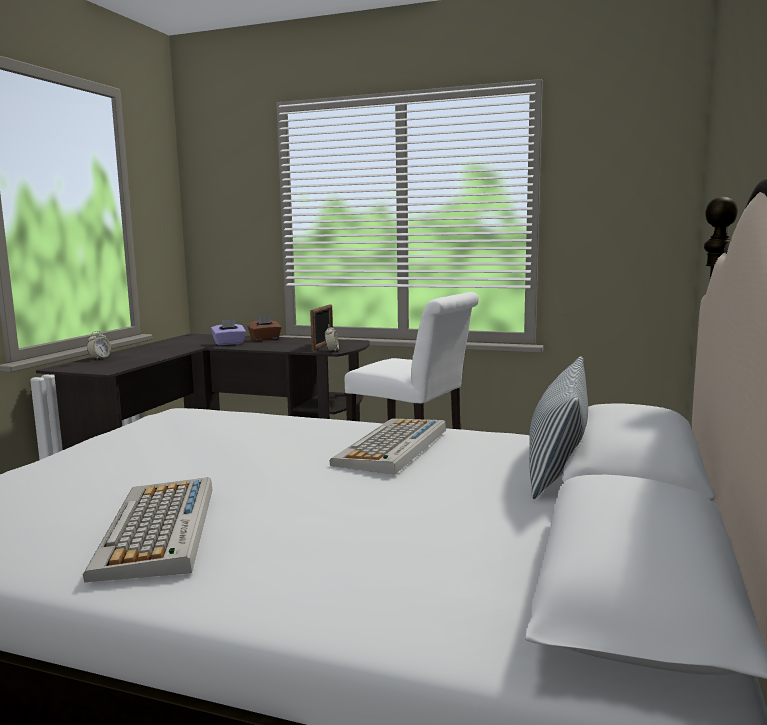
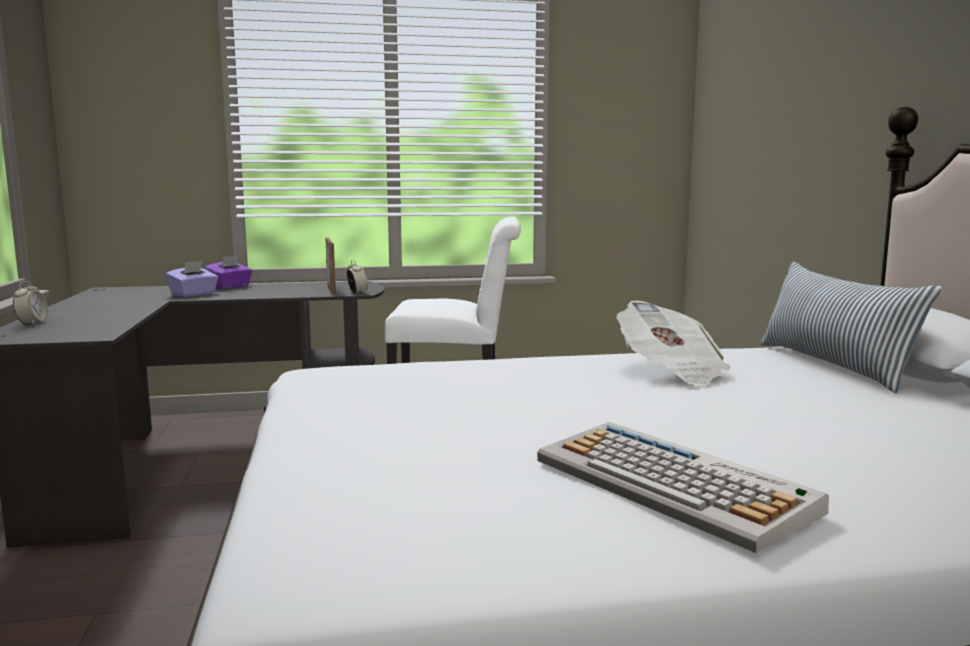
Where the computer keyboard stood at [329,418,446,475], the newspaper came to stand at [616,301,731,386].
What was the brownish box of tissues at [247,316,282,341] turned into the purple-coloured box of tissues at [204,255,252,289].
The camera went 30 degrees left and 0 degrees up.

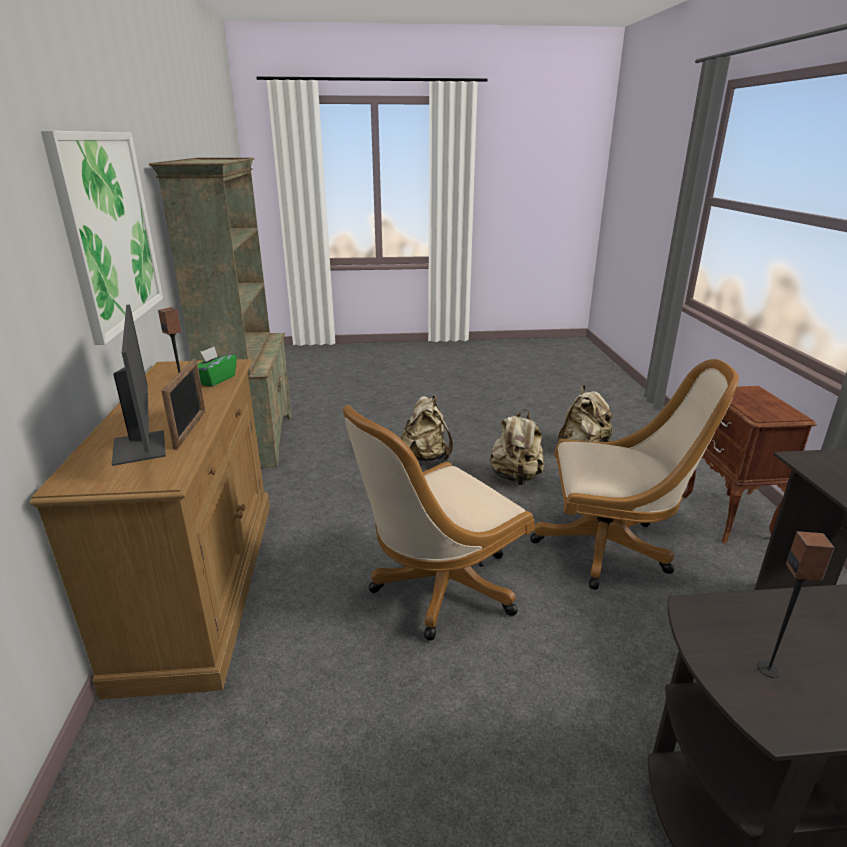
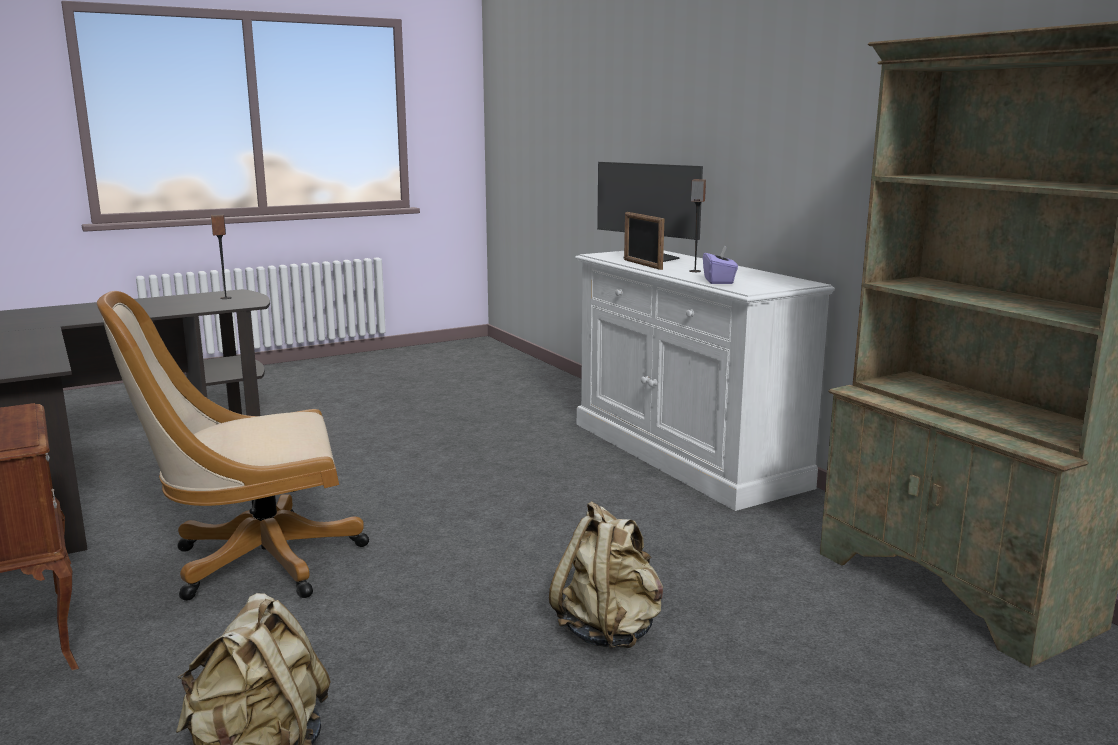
The second view lost the wall art at [41,131,163,345].
The second view lost the office chair at [343,405,535,641].
The second view lost the sand-coloured backpack at [490,409,544,485].
What was the brownish storage cabinet at [30,359,270,700] turned into the whitish storage cabinet at [575,251,835,511].
What was the green-coloured box of tissues at [198,347,237,387] turned into the purple-coloured box of tissues at [703,245,738,284].
The camera went 155 degrees right and 10 degrees down.

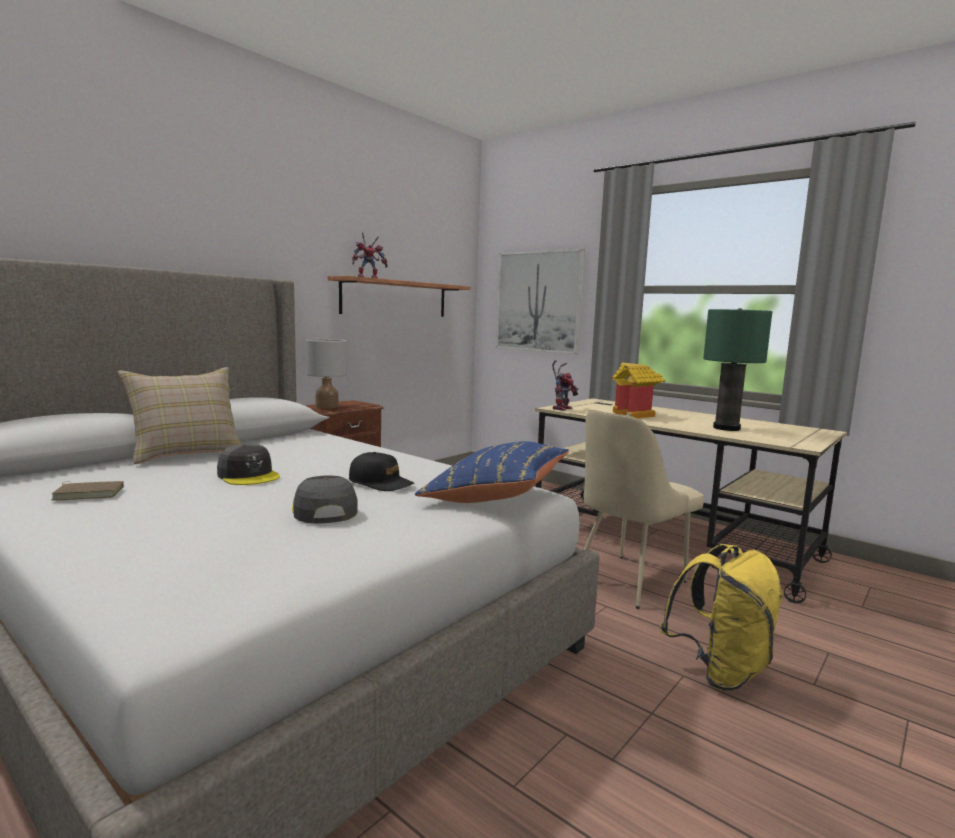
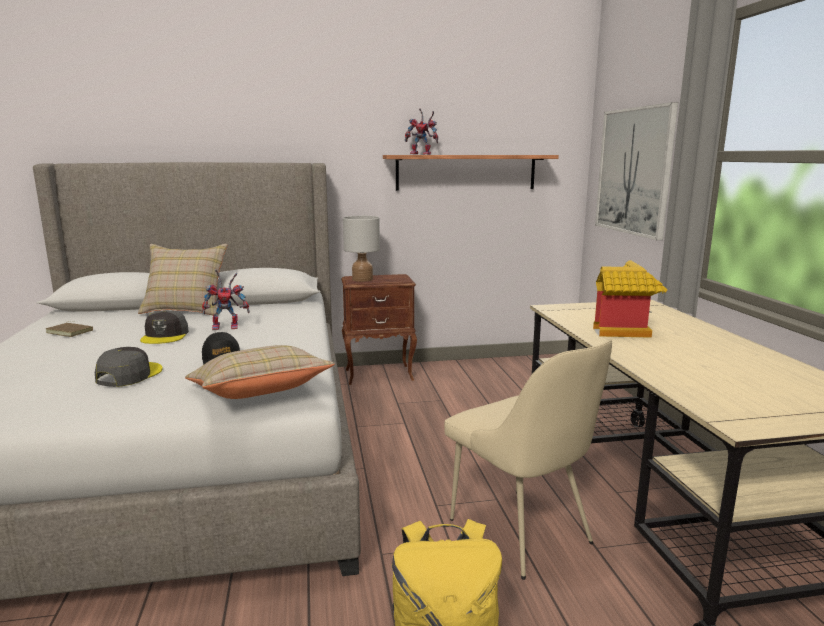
The second view lost the green-coloured lamp for a table at [703,308,772,431].
The toy robot ended up elsewhere, having gone from [552,360,578,411] to [202,269,250,330].
What was the blue-coloured throw pillow at [415,441,569,503] turned into the sand-coloured throw pillow at [185,345,335,399].
The sand-coloured upright chair at [584,410,704,609] ended up facing another way, 120 degrees counterclockwise from before.
The camera went 40 degrees right and 5 degrees up.

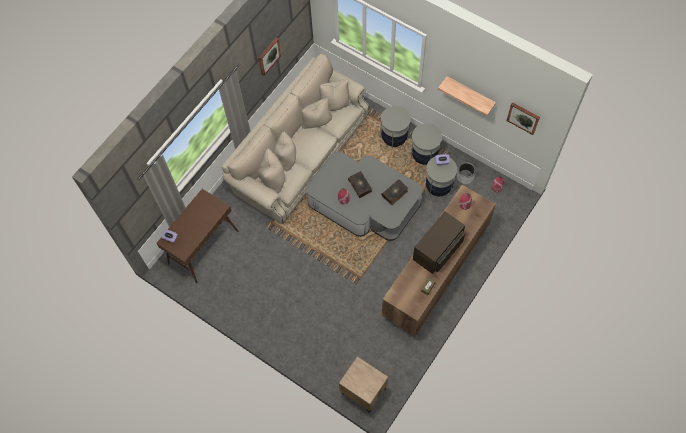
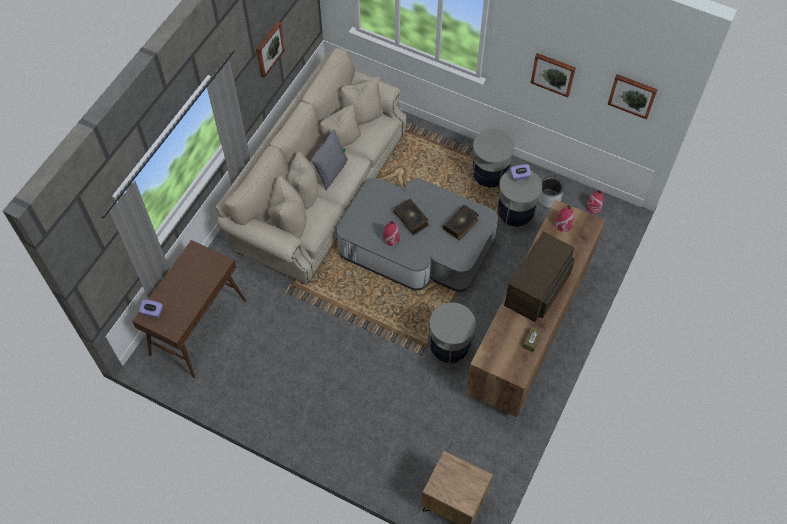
The second view gained the gray throw pillow at [311,129,348,190].
The gray side table ended up elsewhere, having gone from [381,106,411,149] to [428,303,476,366].
Where the wall shelf hung at [438,76,496,116], the wall art came to hang at [531,53,576,97].
The camera went 10 degrees left and 5 degrees down.

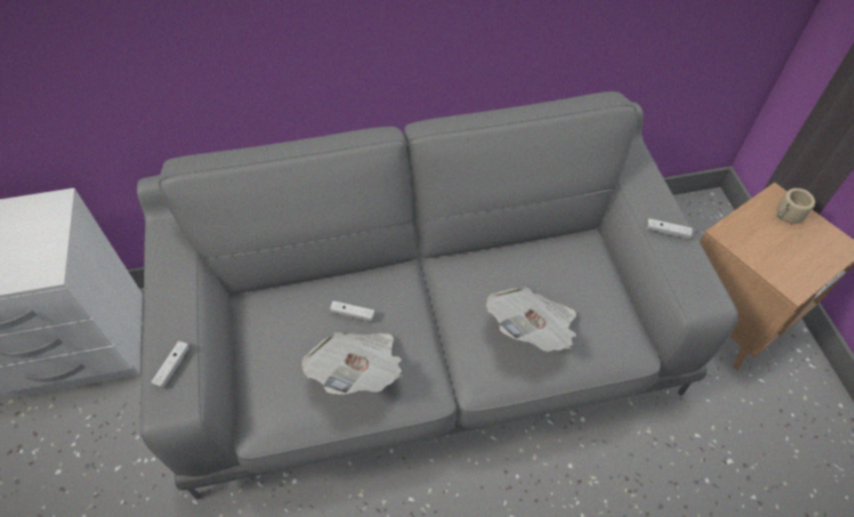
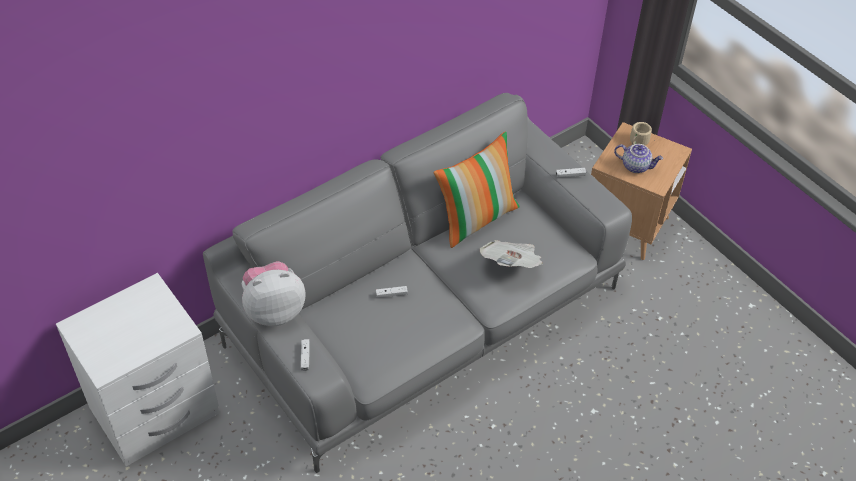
The second view lost the newspaper at [302,332,403,395].
The second view gained the soft toy at [242,261,305,326].
The second view gained the throw pillow at [434,131,520,248].
The second view gained the pot for tea at [614,144,663,173].
The camera went 25 degrees left and 5 degrees down.

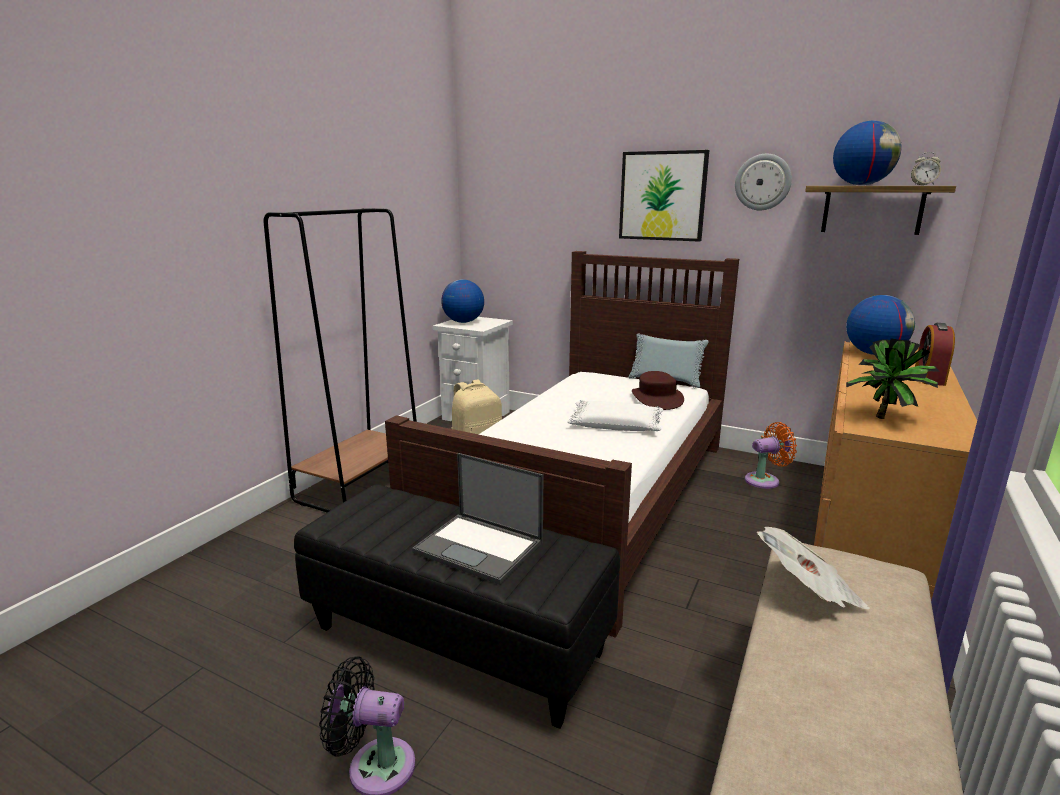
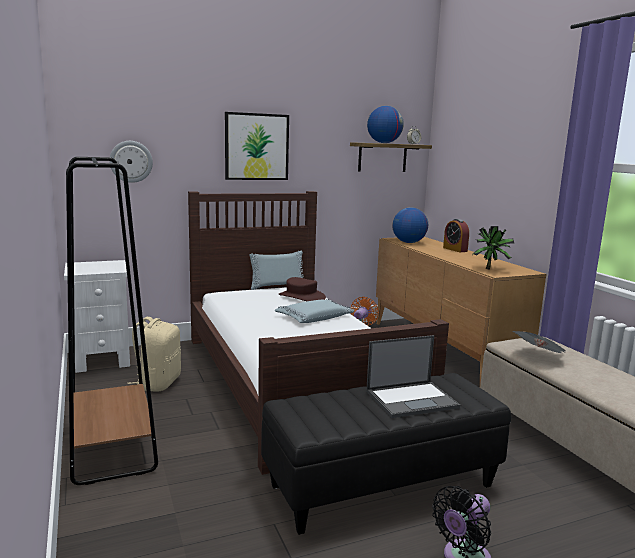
The second view lost the globe at [441,279,484,323].
The clock on the wall ended up elsewhere, having gone from [735,154,792,210] to [109,141,153,183].
What was the whitish throw pillow at [567,400,663,431] turned into the blue-coloured throw pillow at [275,299,354,323].
The camera went 50 degrees left and 5 degrees down.

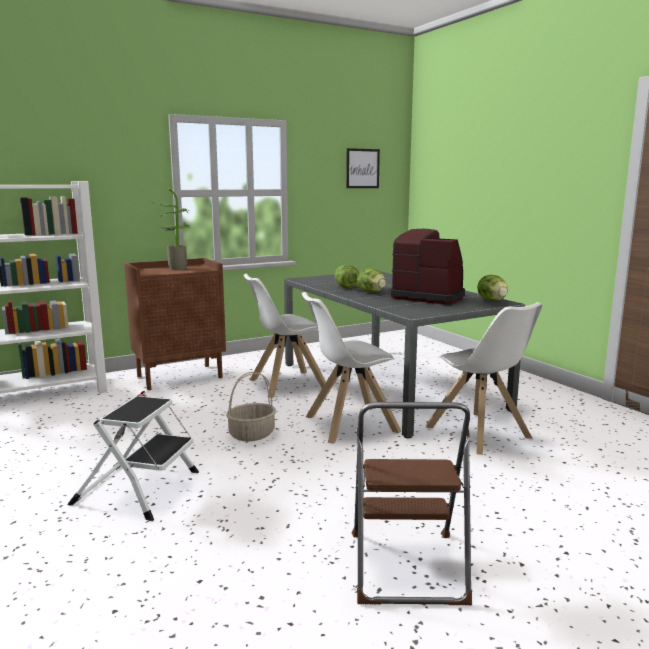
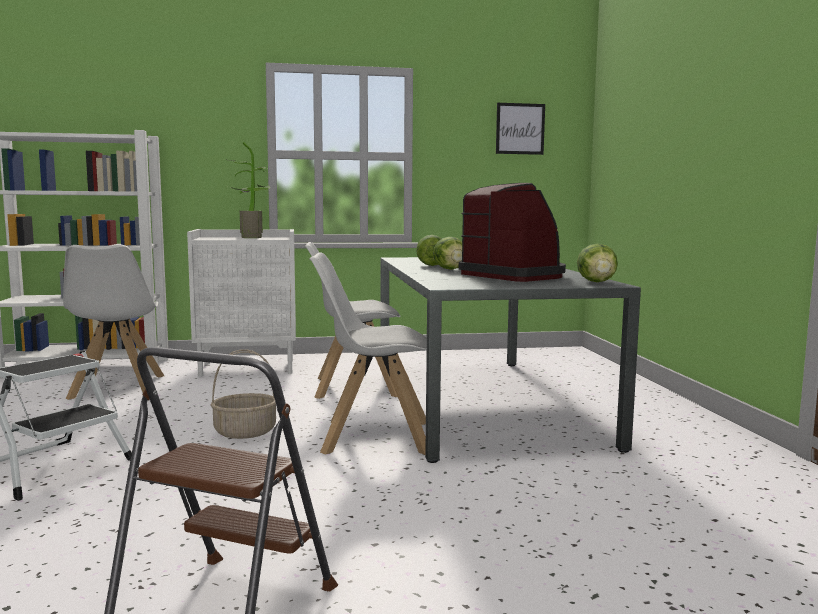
The upright chair ended up elsewhere, having gone from [426,302,542,455] to [63,245,164,400].
What was the brownish storage cabinet at [124,258,226,390] turned into the whitish storage cabinet at [187,229,296,377].
The camera went 20 degrees right and 5 degrees down.

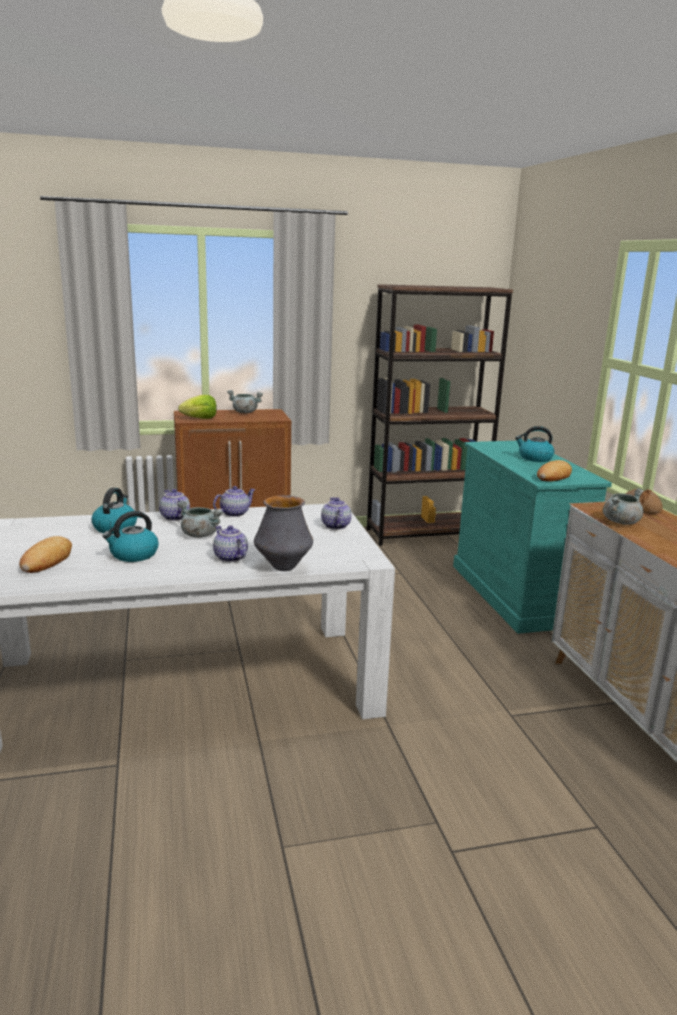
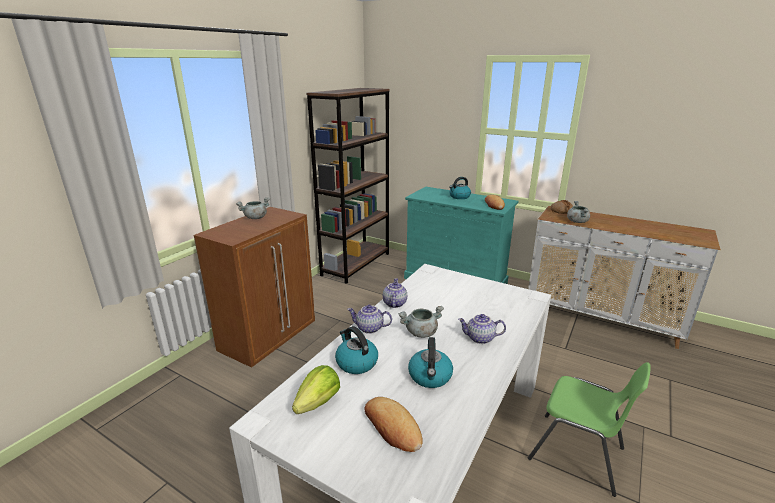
The second view lost the flower vase at [254,495,313,571].
The second view lost the pot for tea at [321,497,352,530].
The second view gained the green-coloured upright chair at [528,362,650,497].
The lettuce head ended up elsewhere, having gone from [178,395,217,419] to [292,365,340,414].
The camera went 45 degrees left and 5 degrees up.

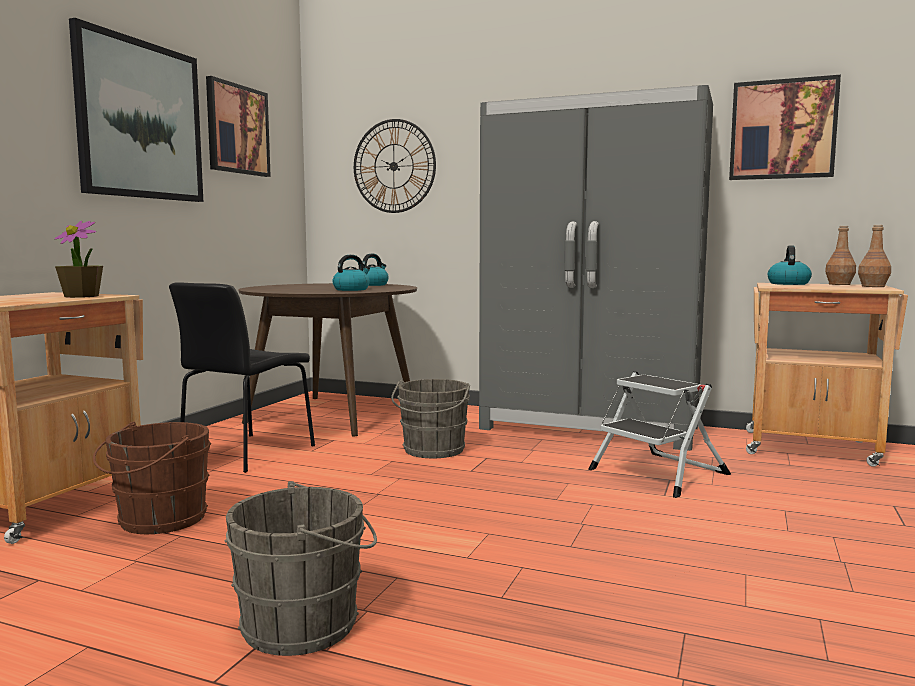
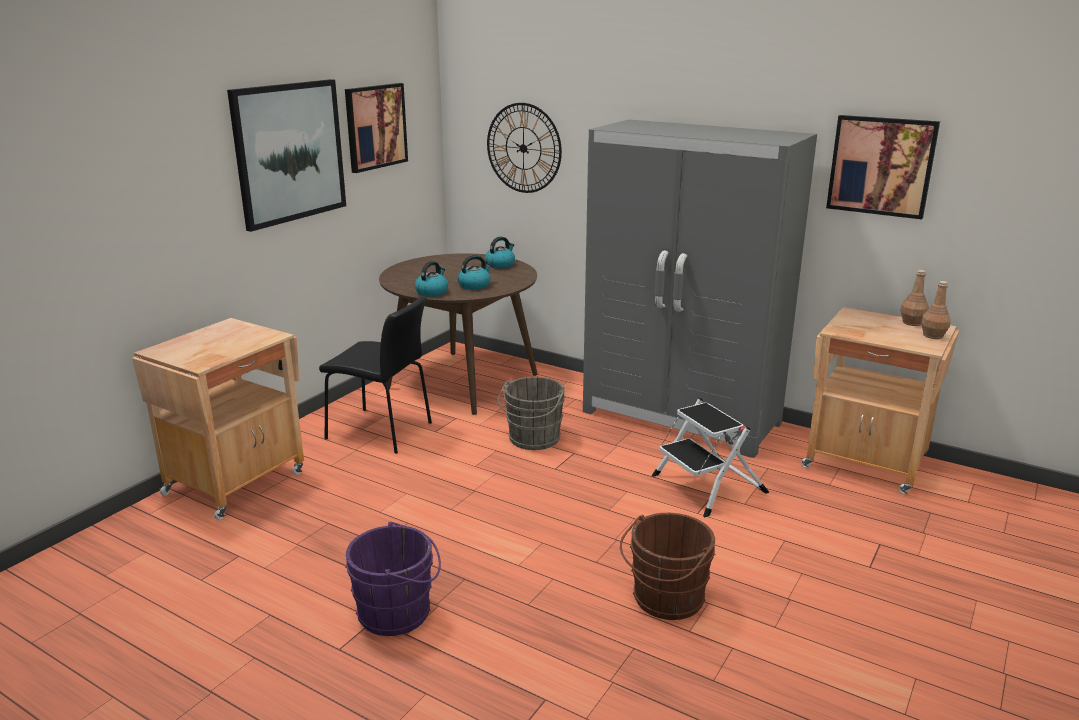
The second view lost the houseplant at [55,221,103,298].
The brownish water bucket ended up elsewhere, having gone from [93,421,211,534] to [620,513,715,620].
The tea kettle ended up elsewhere, having gone from [768,245,812,285] to [415,261,448,297].
What was the gray water bucket at [225,481,377,656] turned into the purple-coloured water bucket at [345,522,441,636].
The black upright chair at [169,282,315,473] ended up facing another way, 105 degrees counterclockwise from before.
The camera went 10 degrees right and 15 degrees up.

